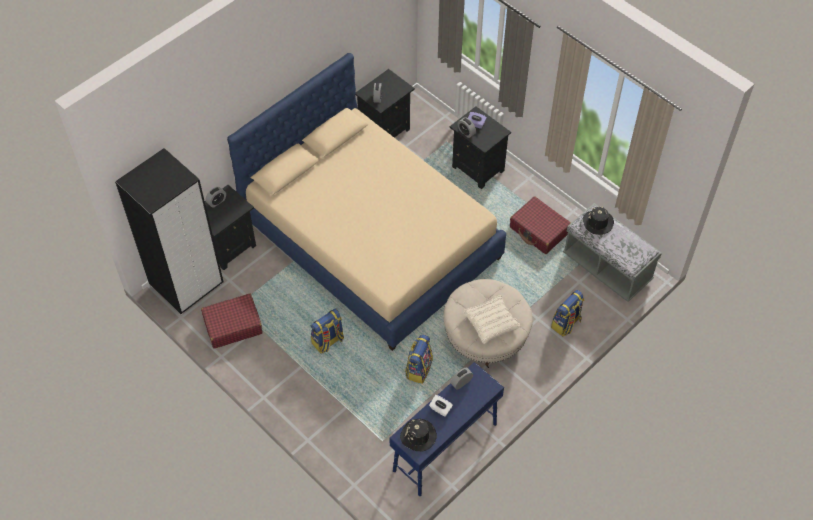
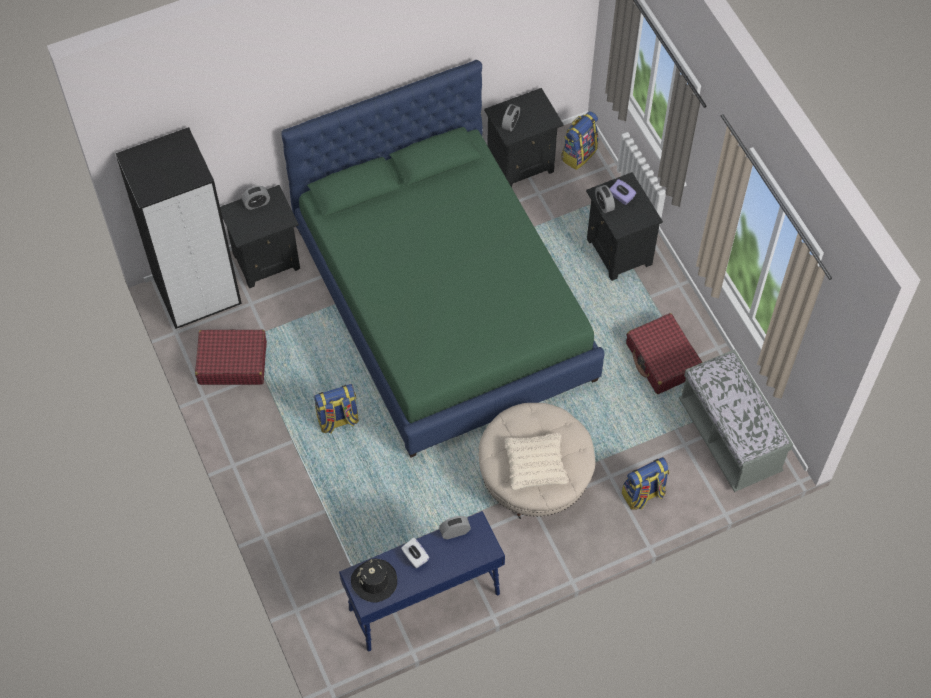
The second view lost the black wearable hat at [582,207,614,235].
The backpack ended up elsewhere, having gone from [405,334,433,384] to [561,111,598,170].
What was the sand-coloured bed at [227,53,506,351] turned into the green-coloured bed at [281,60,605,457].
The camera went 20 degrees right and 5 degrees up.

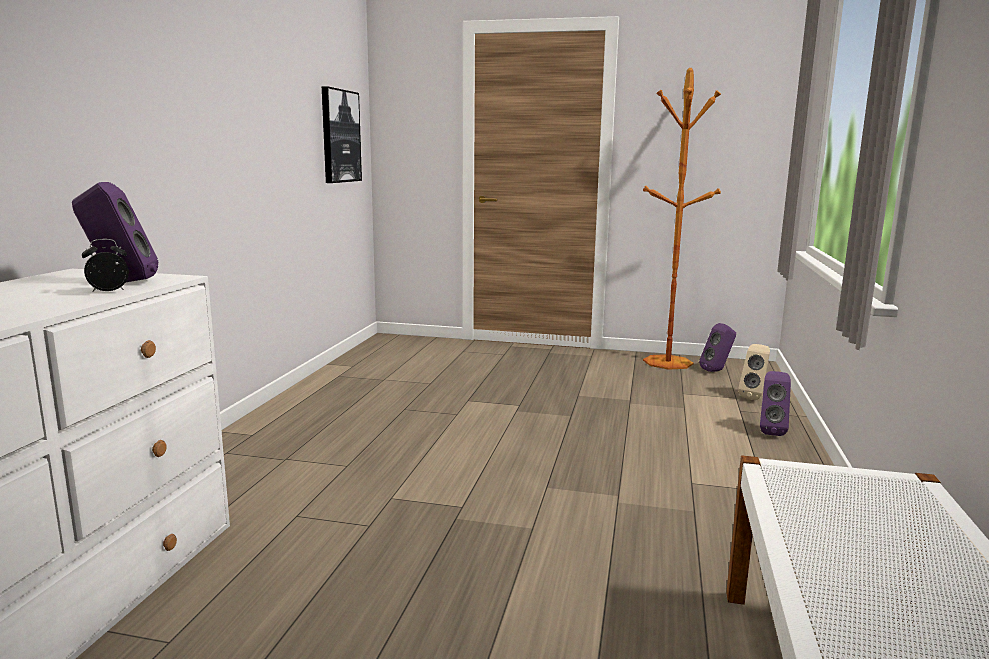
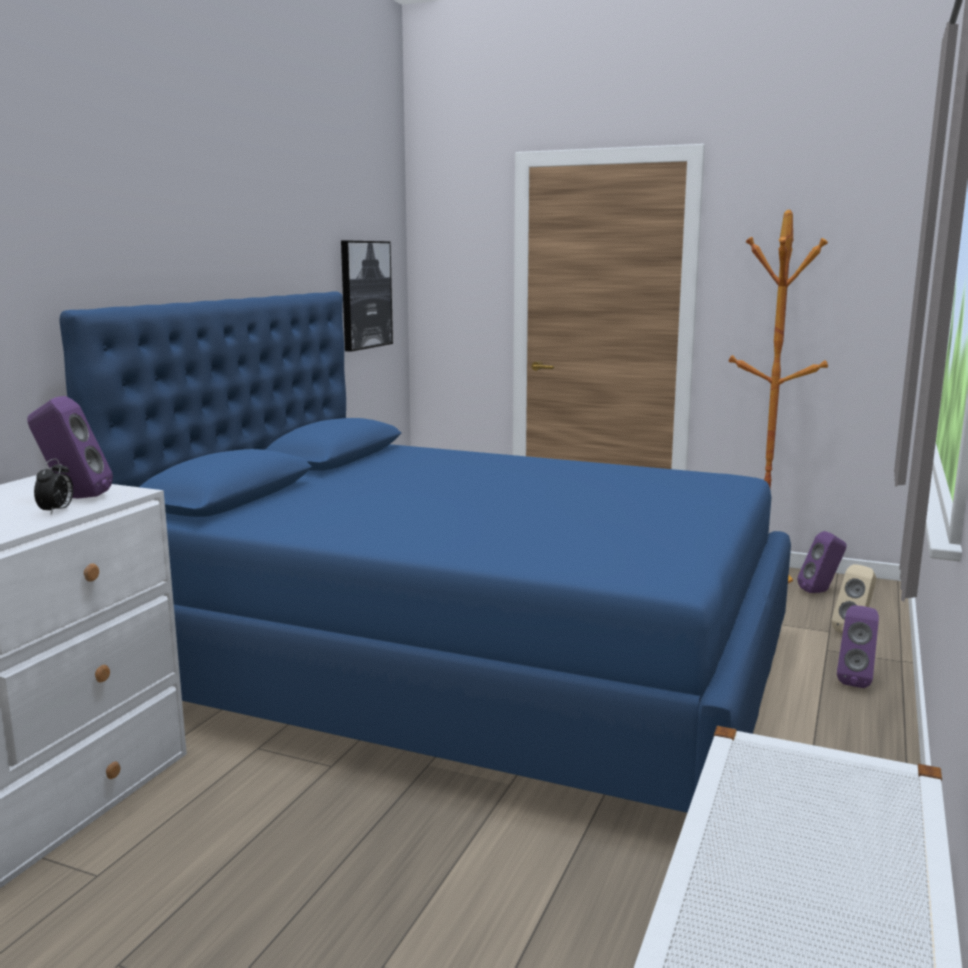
The second view gained the blue-coloured bed at [60,291,791,813].
The bedside clock at [82,239,129,292] ended up facing another way, 120 degrees clockwise from before.
The camera went 10 degrees right and 0 degrees up.

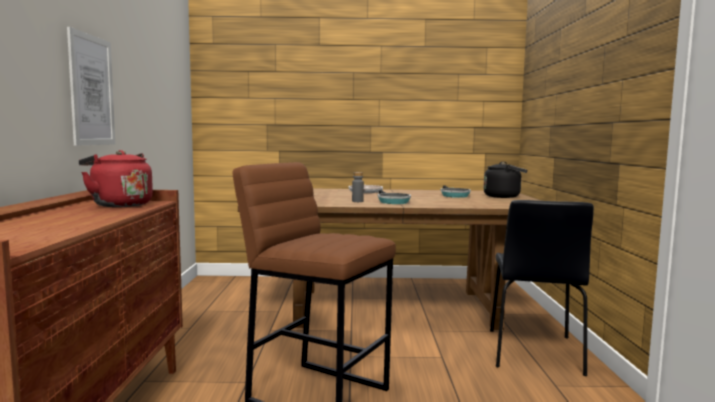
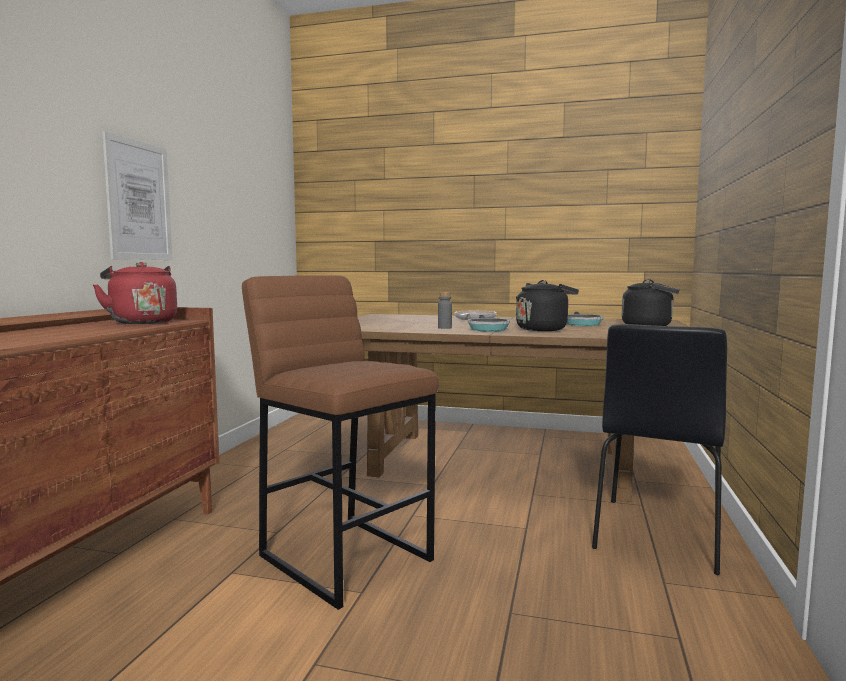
The second view gained the black tea kettle at [516,280,579,331].
The camera went 15 degrees right and 0 degrees up.

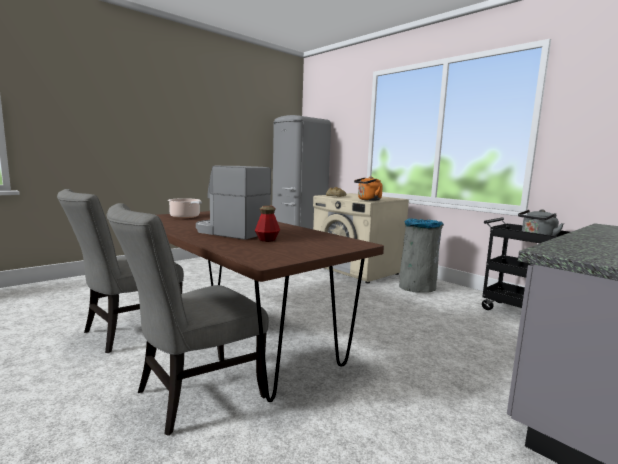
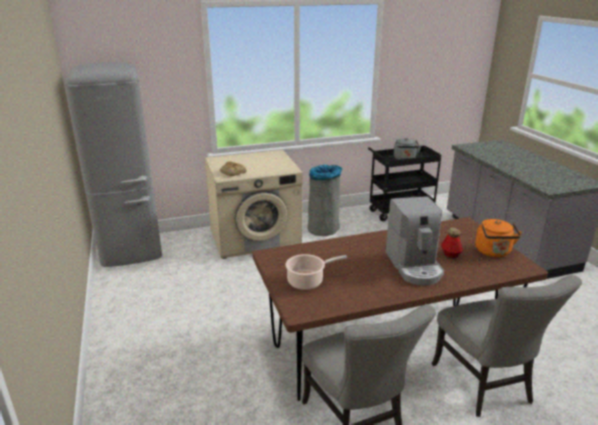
The orange tea kettle ended up elsewhere, having gone from [354,177,383,201] to [475,219,522,257].
The coffee maker at [196,166,271,240] ended up facing another way, 60 degrees counterclockwise from before.
The camera went 65 degrees left and 15 degrees up.

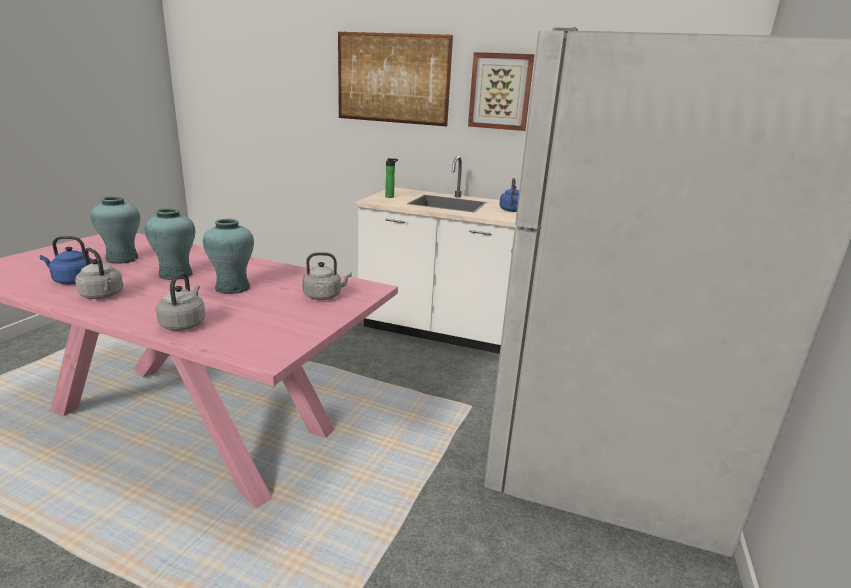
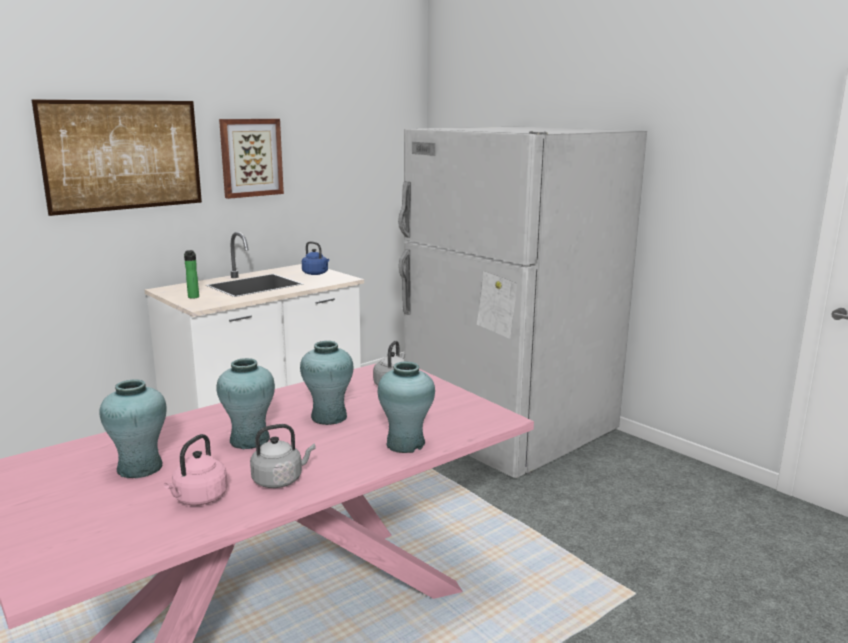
Where the gray tea kettle stood at [156,272,206,331], the blue-green flower vase came to stand at [378,362,435,453].
What was the blue-coloured tea kettle at [40,236,92,284] turned into the pink tea kettle at [164,434,228,505].
The camera went 60 degrees left and 5 degrees down.

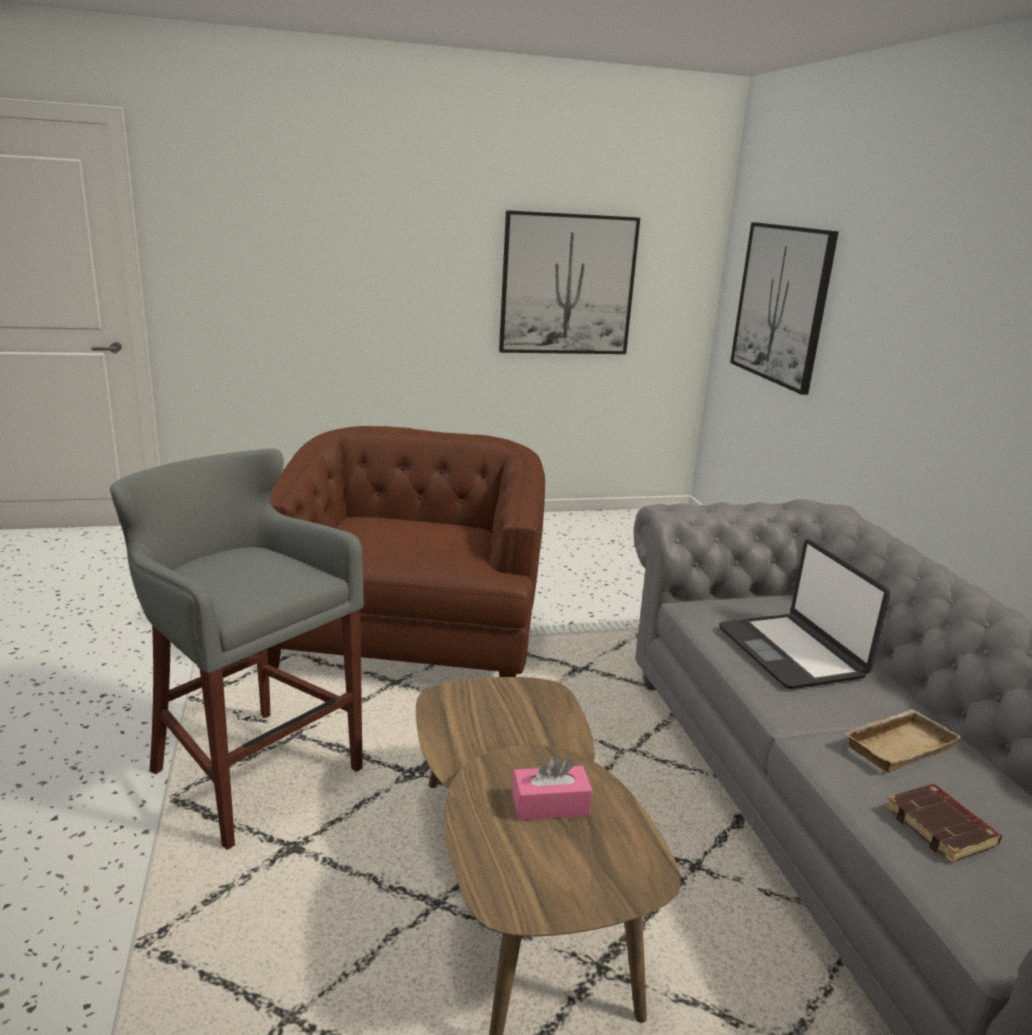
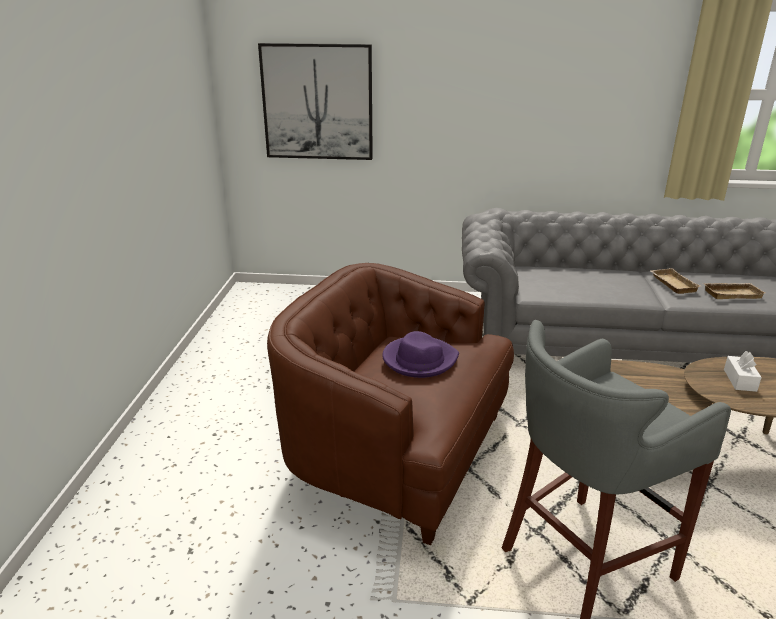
The second view lost the wall art at [499,210,640,354].
The second view lost the laptop at [719,539,890,689].
The second view gained the purple-coloured wearable hat at [382,331,459,378].
Where the brownish book stood at [885,784,1002,863], the sand-coloured serving tray came to stand at [703,283,765,299].
What was the pink box of tissues at [512,756,592,821] turned into the whitish box of tissues at [724,351,762,392].
The camera went 70 degrees left and 5 degrees up.

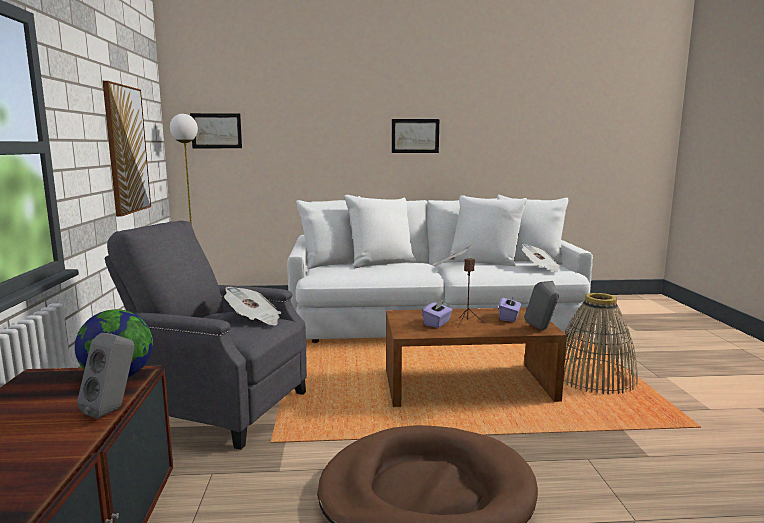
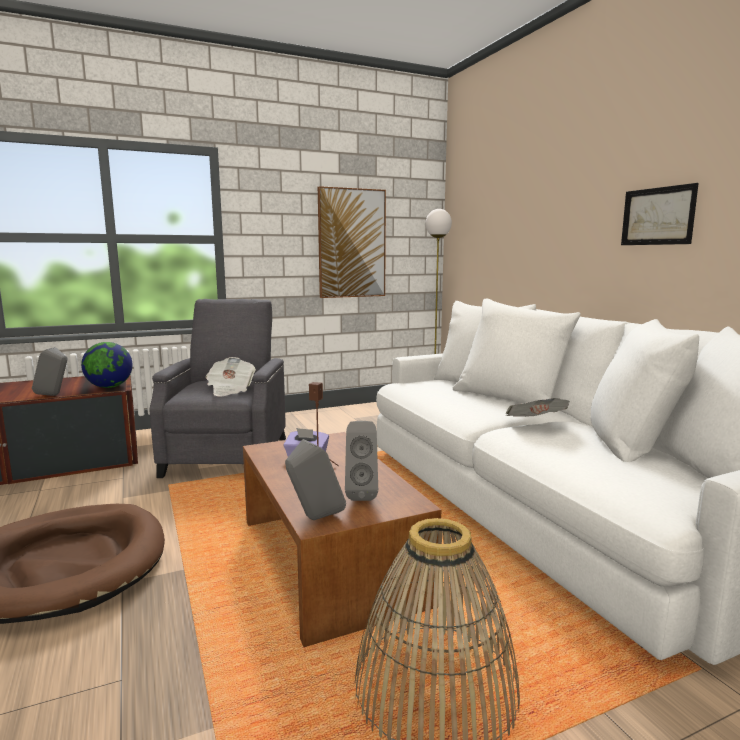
The second view lost the wall art at [190,113,242,148].
The second view lost the newspaper at [522,244,560,272].
Where the purple-coloured box of tissues stood at [499,296,521,322], the gray speaker came to stand at [345,421,378,501].
The camera went 70 degrees right and 0 degrees up.

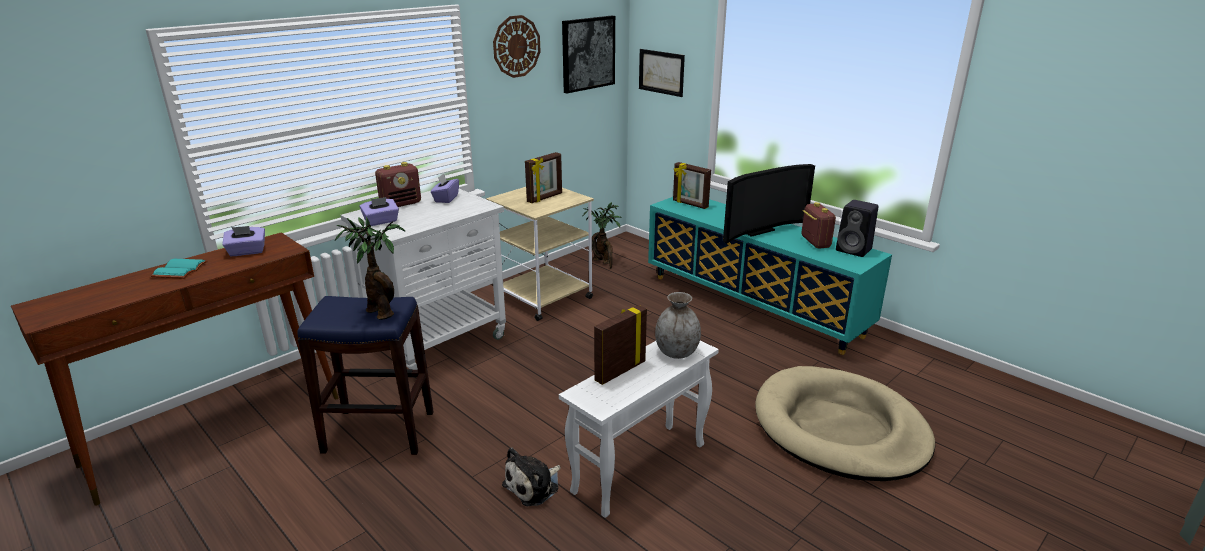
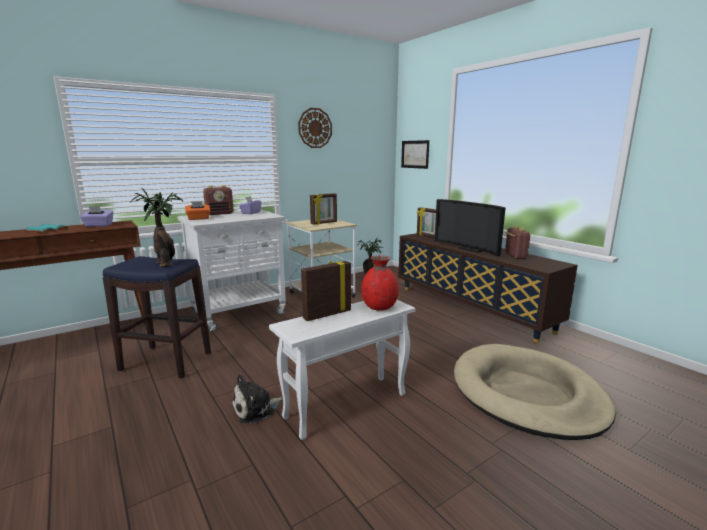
The second view lost the wall art at [562,16,615,93].
The second view lost the black speaker at [836,200,878,257].
What was the purple-coloured box of tissues at [360,197,399,226] turned into the orange box of tissues at [185,201,210,220].
What was the blue-green tv unit at [648,197,892,355] turned into the brownish tv unit at [398,233,578,343].
What was the gray flower vase at [655,292,701,359] turned into the reddish flower vase at [361,255,399,311].
The TV at [723,164,815,243] ended up facing another way, 75 degrees clockwise from before.
The camera went 10 degrees right and 10 degrees down.

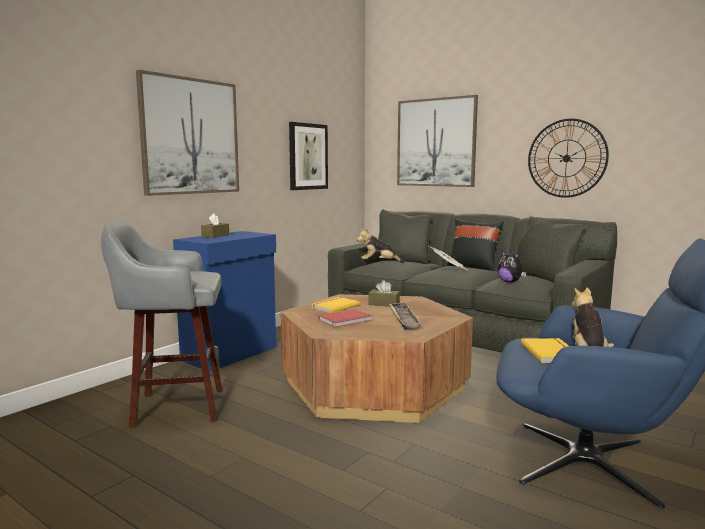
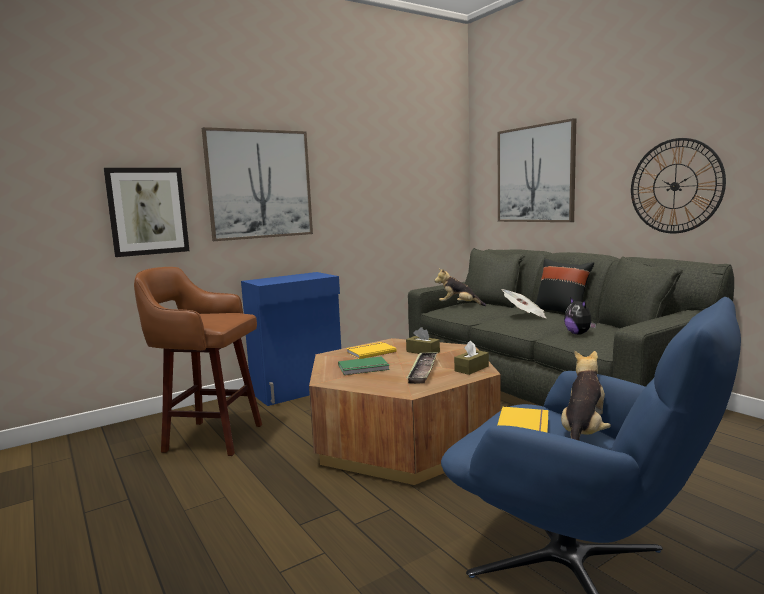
The brownish box of tissues ended up elsewhere, having gone from [201,213,229,238] to [454,340,489,375].
The wall art ended up elsewhere, having gone from [289,122,328,190] to [104,168,189,257].
What was the gray sitting stool at [101,221,222,427] turned into the brownish sitting stool at [134,267,262,456].
What was the reddish book at [319,309,373,327] turned into the green-coloured book at [338,357,390,375].
The camera went 20 degrees right and 0 degrees up.

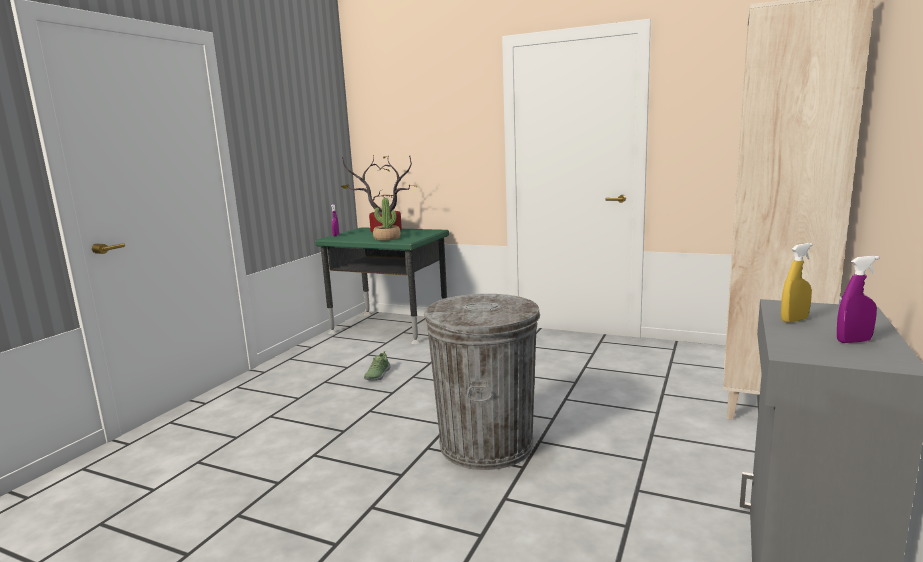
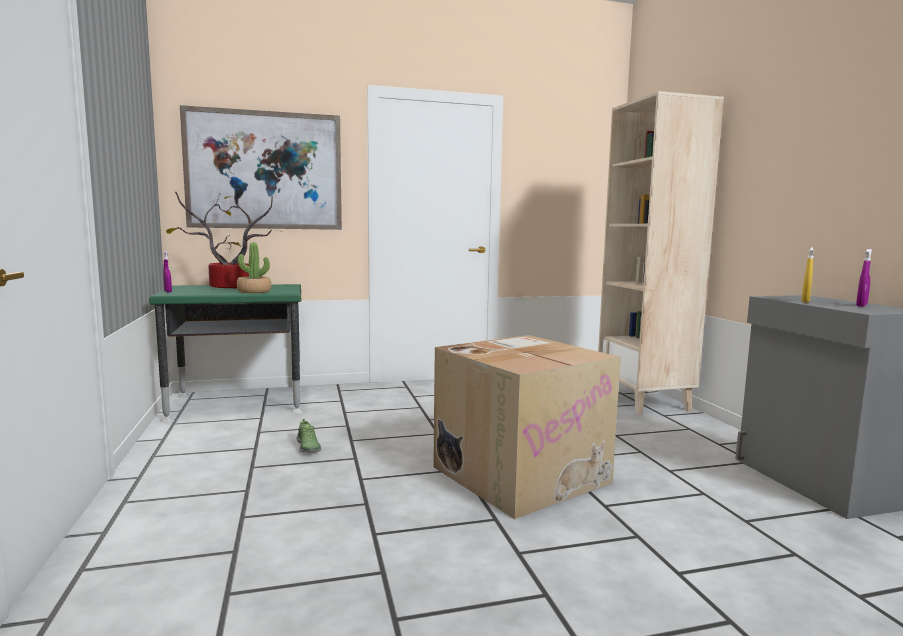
The second view gained the wall art at [180,105,342,230].
Where the gray trash can stood at [424,294,540,470], the carton came to stand at [433,335,621,519].
The camera went 40 degrees left and 5 degrees down.

